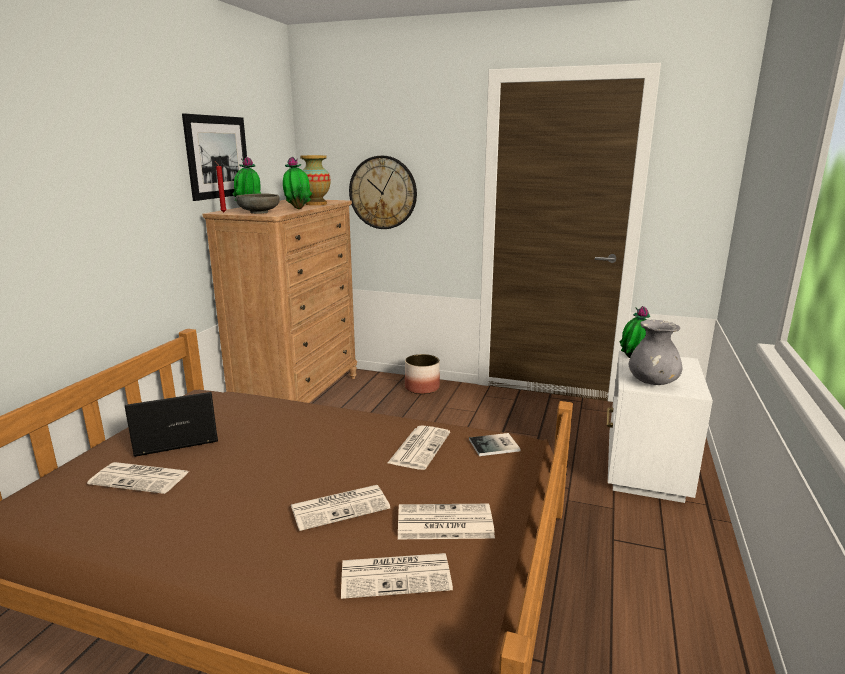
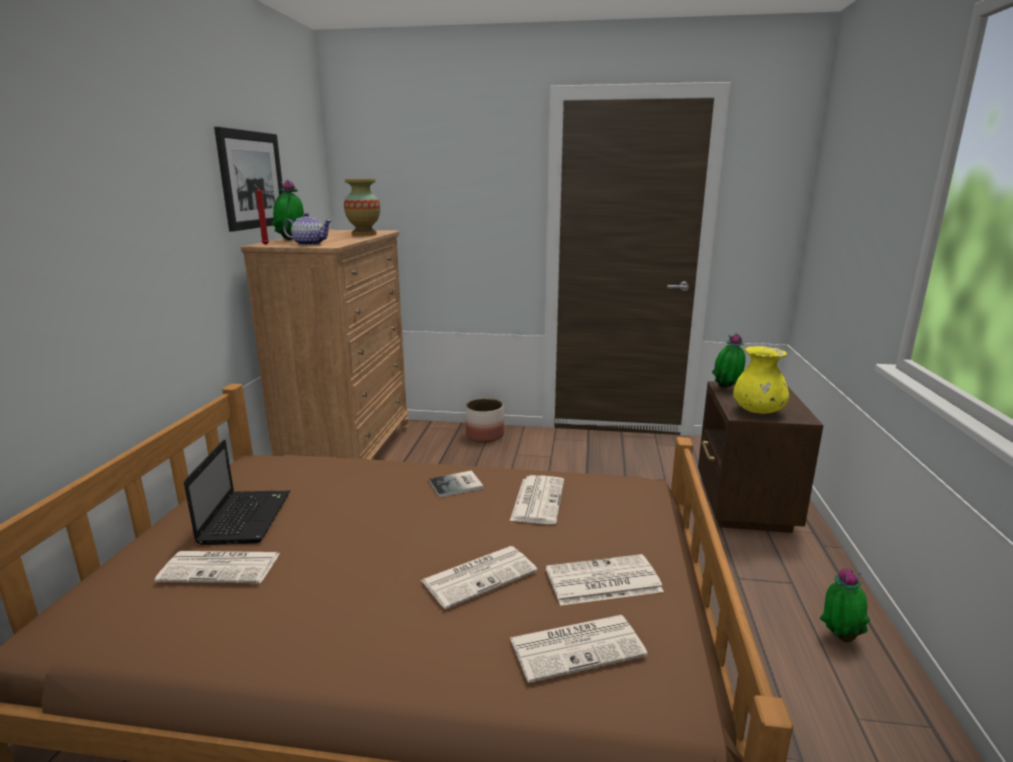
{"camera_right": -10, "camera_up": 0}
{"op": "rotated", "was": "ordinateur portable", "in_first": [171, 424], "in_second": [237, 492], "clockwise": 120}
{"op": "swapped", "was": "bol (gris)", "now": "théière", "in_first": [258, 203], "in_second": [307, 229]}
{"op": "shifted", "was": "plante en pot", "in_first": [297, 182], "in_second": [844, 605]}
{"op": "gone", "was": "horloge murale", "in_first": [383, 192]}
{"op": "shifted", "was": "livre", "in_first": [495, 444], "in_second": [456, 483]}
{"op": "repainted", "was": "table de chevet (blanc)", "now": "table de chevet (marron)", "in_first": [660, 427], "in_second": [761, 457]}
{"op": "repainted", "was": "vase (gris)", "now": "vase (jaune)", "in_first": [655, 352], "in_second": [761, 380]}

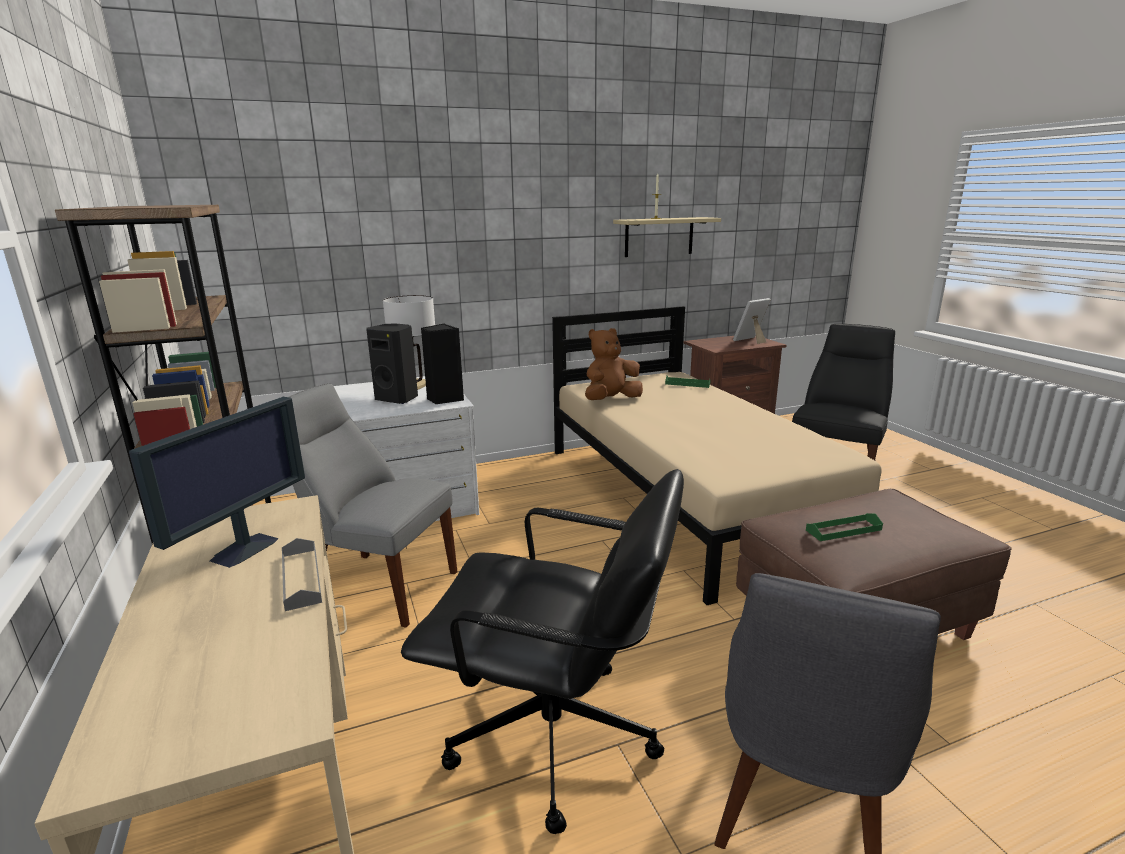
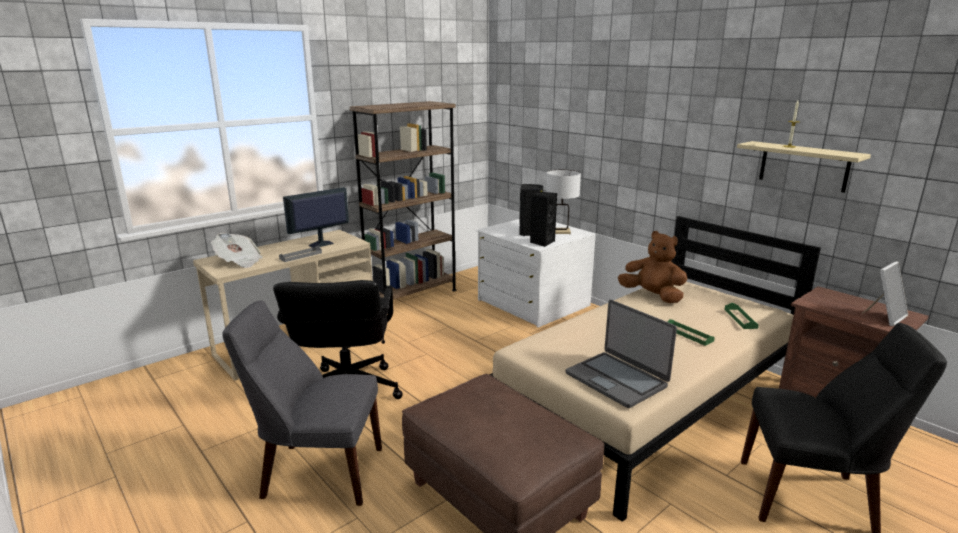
{"camera_right": 70, "camera_up": 0}
{"op": "rotated", "was": "écran d'ordinateur", "in_first": [217, 482], "in_second": [316, 217], "clockwise": 135}
{"op": "gone", "was": "chaise (gris)", "in_first": [373, 505]}
{"op": "rotated", "was": "cadre photo", "in_first": [752, 321], "in_second": [885, 293], "clockwise": 105}
{"op": "shifted", "was": "plateau (vert)", "in_first": [844, 527], "in_second": [691, 332]}
{"op": "new", "now": "journal", "in_second": [237, 250]}
{"op": "new", "now": "ordinateur portable", "in_second": [621, 354]}

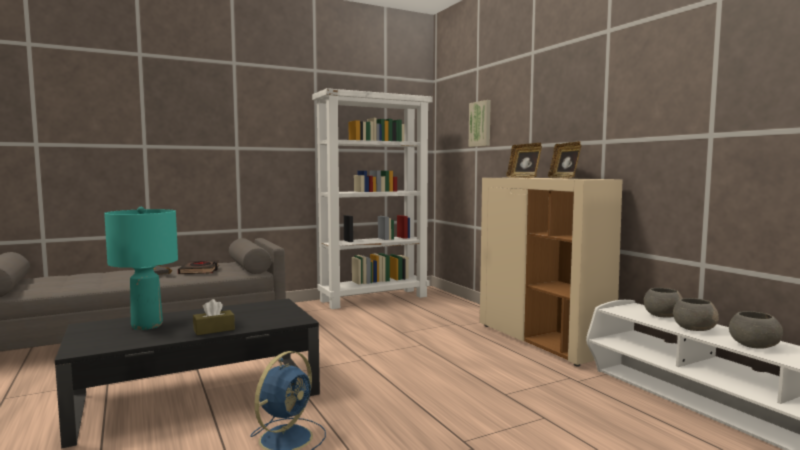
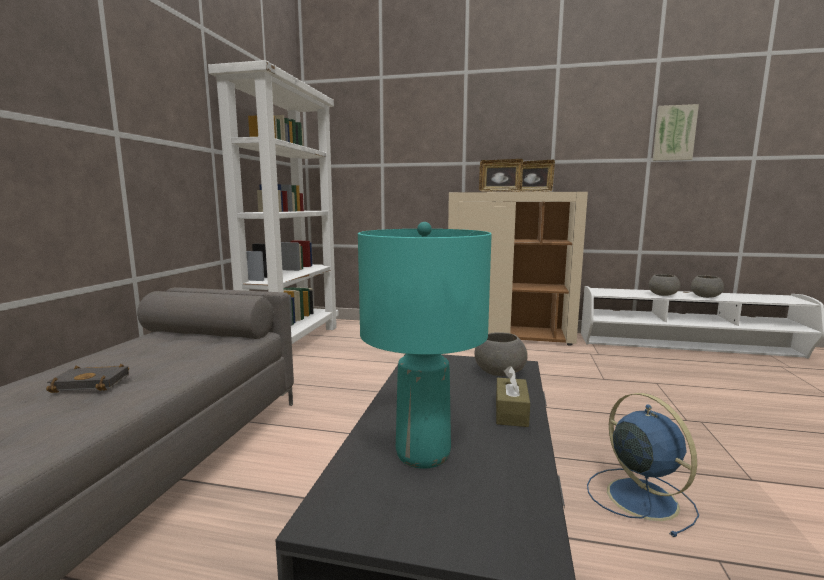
{"camera_right": -50, "camera_up": 5}
{"op": "gone", "was": "livre (noir)", "in_first": [198, 267]}
{"op": "shifted", "was": "tableau", "in_first": [480, 123], "in_second": [675, 132]}
{"op": "shifted", "was": "bol (gris)", "in_first": [663, 302], "in_second": [501, 354]}

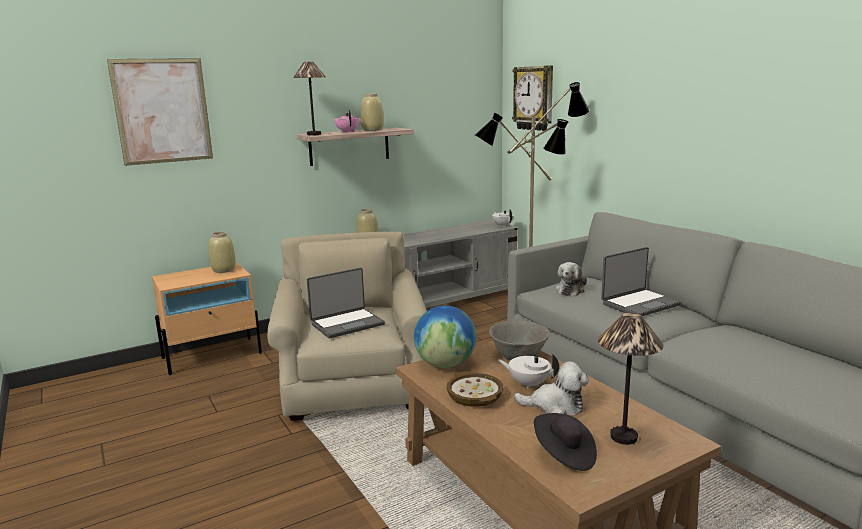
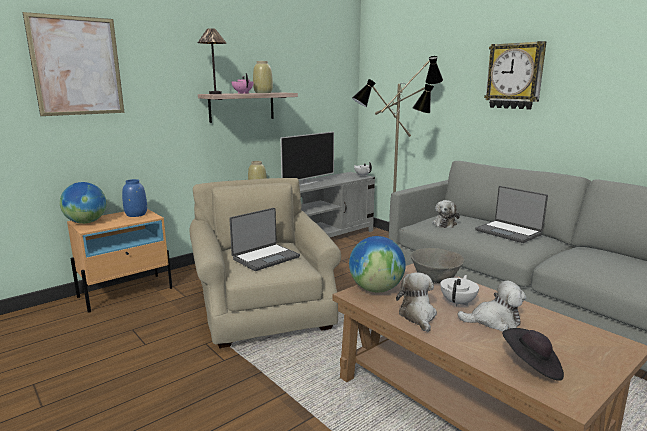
{"camera_right": -10, "camera_up": 0}
{"op": "repainted", "was": "vase (beige)", "now": "vase (bleu)", "in_first": [222, 252], "in_second": [134, 198]}
{"op": "swapped", "was": "bol", "now": "peluche", "in_first": [474, 389], "in_second": [416, 302]}
{"op": "rotated", "was": "théière (blanc)", "in_first": [529, 371], "in_second": [459, 291], "clockwise": 105}
{"op": "shifted", "was": "horloge murale", "in_first": [532, 98], "in_second": [515, 75]}
{"op": "gone", "was": "lampe de table", "in_first": [631, 379]}
{"op": "rotated", "was": "ordinateur portable", "in_first": [641, 281], "in_second": [511, 214], "clockwise": 90}
{"op": "new", "now": "globe", "in_second": [83, 203]}
{"op": "new", "now": "téléviseur", "in_second": [307, 159]}

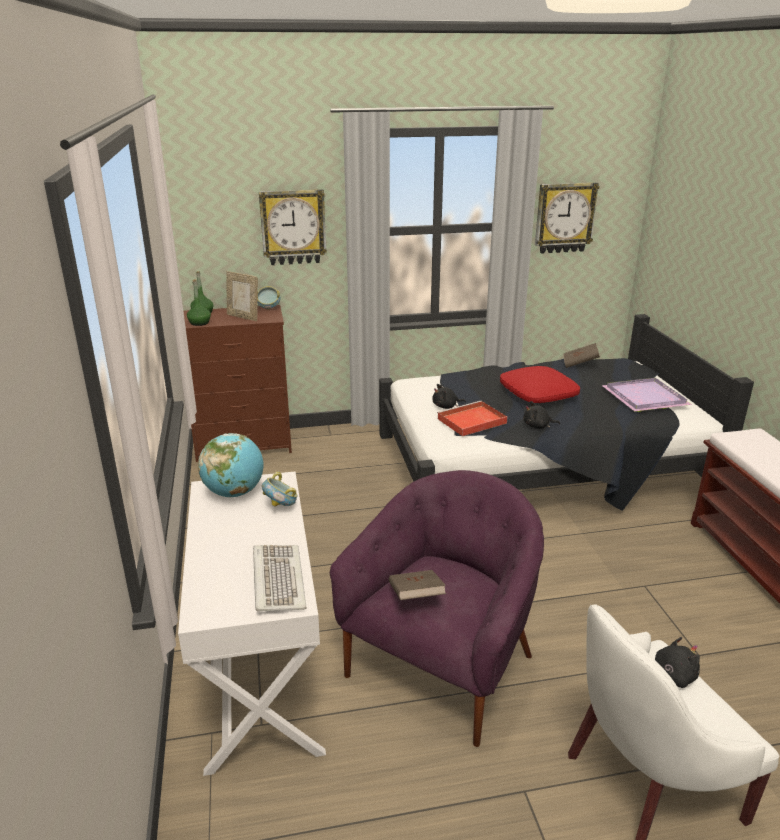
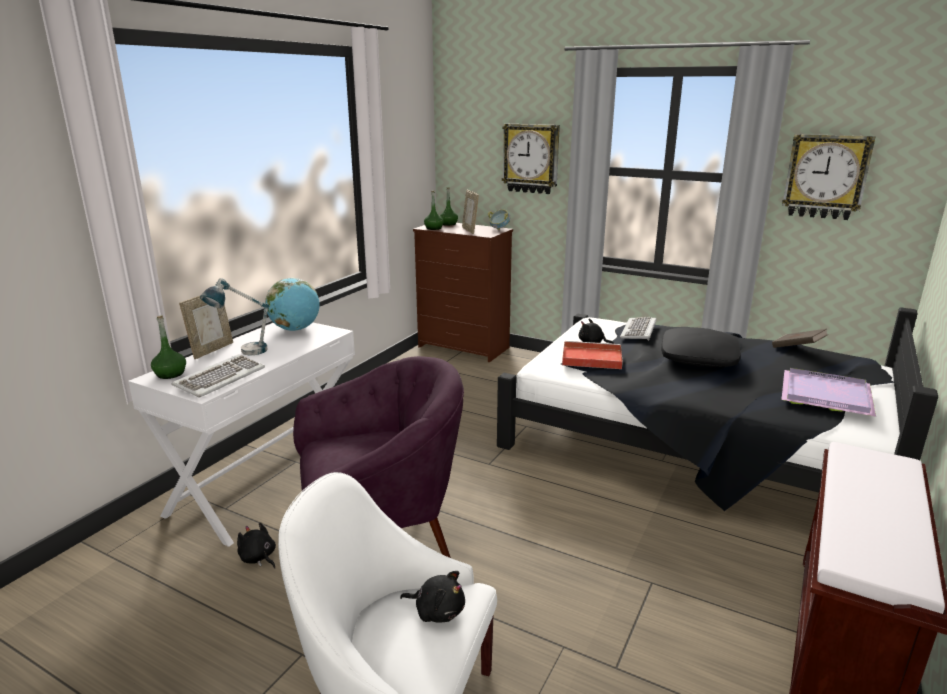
{"camera_right": 40, "camera_up": -5}
{"op": "gone", "was": "bol", "in_first": [280, 489]}
{"op": "gone", "was": "livre (marron)", "in_first": [417, 585]}
{"op": "repainted", "was": "coussin (rouge)", "now": "coussin (noir)", "in_first": [540, 384], "in_second": [701, 347]}
{"op": "shifted", "was": "peluche (noir)", "in_first": [542, 415], "in_second": [256, 545]}
{"op": "new", "now": "bouteille (vert)", "in_second": [168, 347]}
{"op": "new", "now": "cadre photo", "in_second": [206, 327]}
{"op": "new", "now": "lampe de table", "in_second": [234, 316]}
{"op": "new", "now": "clavier", "in_second": [638, 329]}

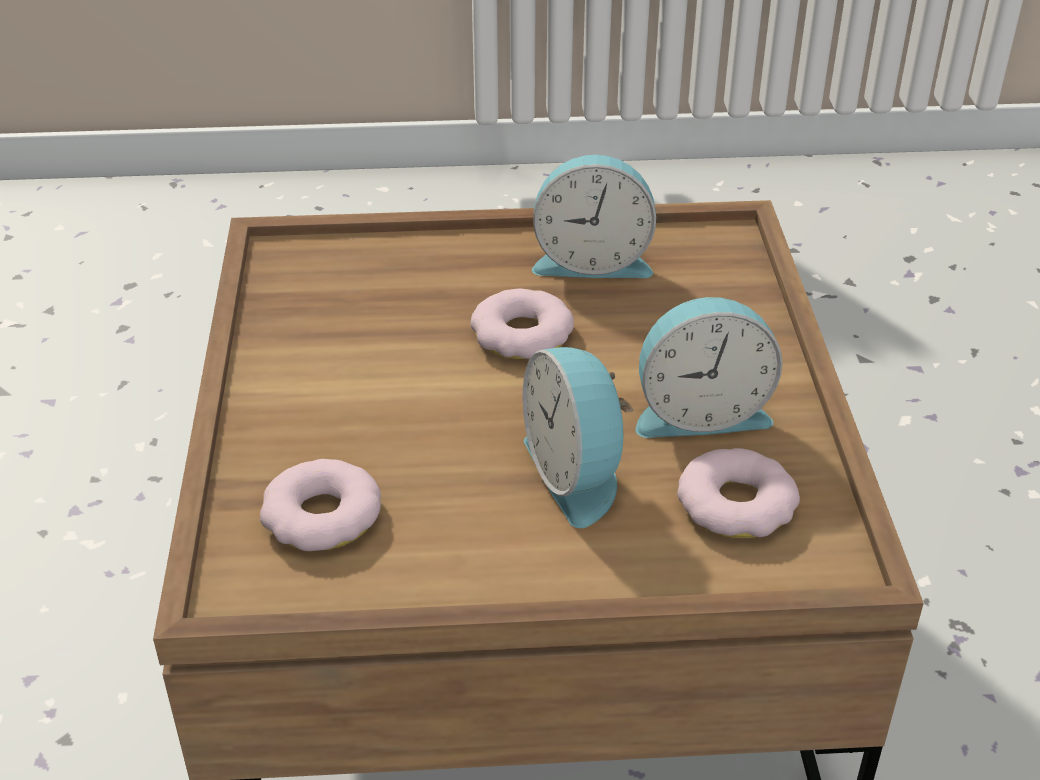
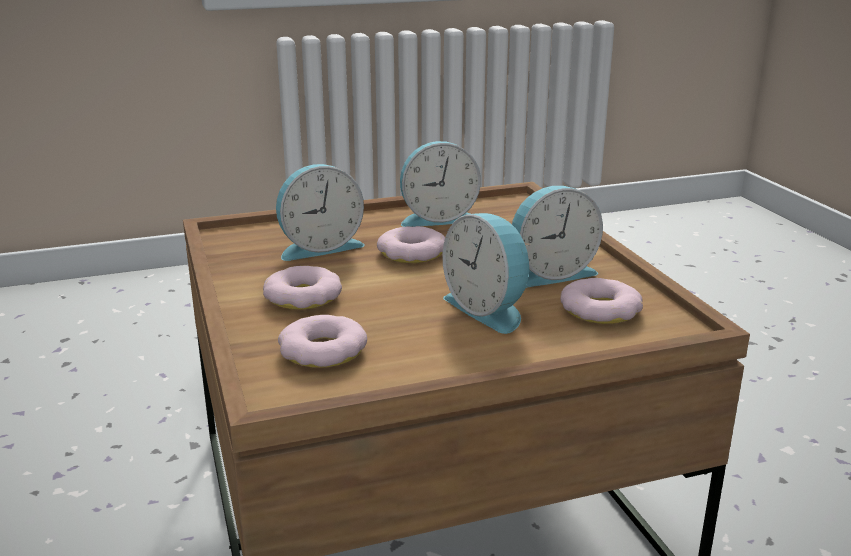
{"camera_right": -15, "camera_up": -15}
{"op": "new", "now": "beignet", "in_second": [302, 288]}
{"op": "new", "now": "réveil", "in_second": [320, 212]}

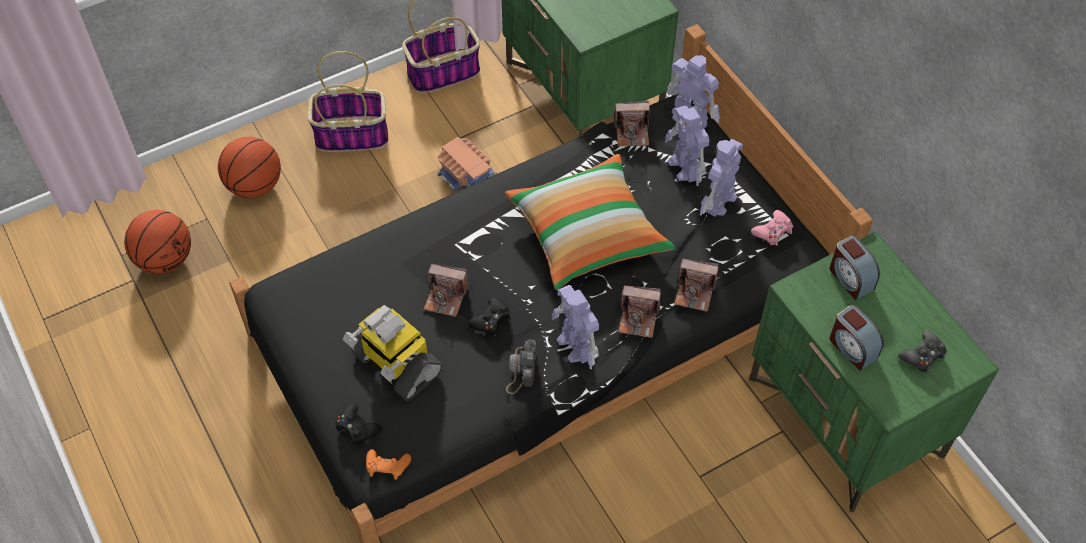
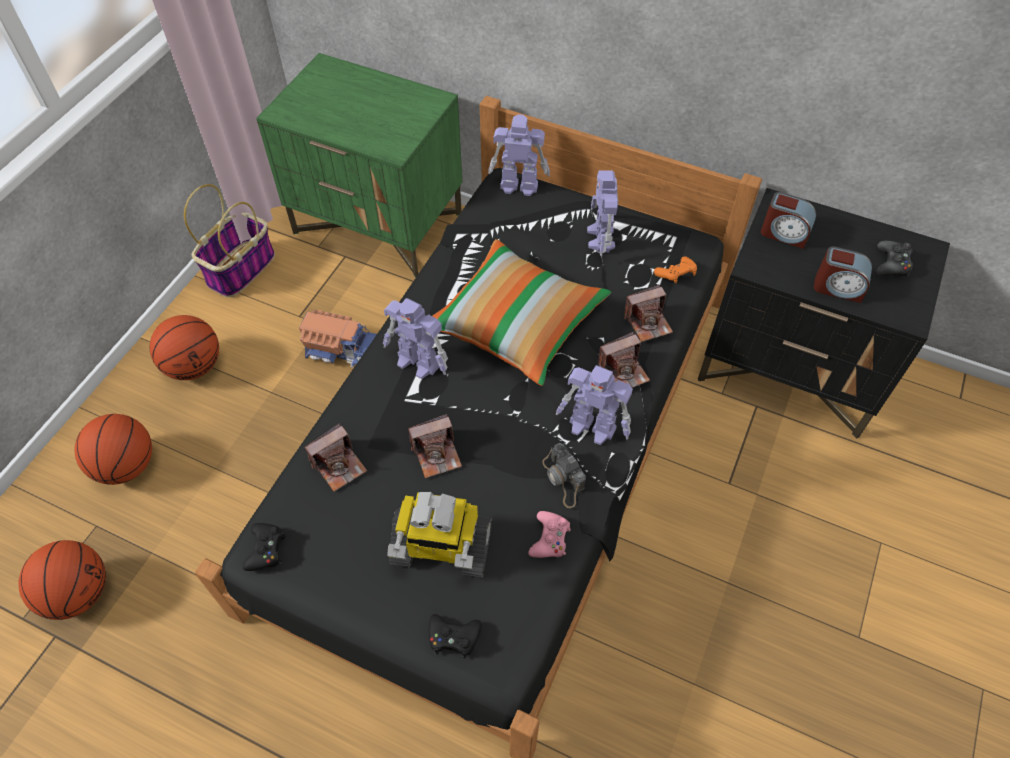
{"camera_right": -35, "camera_up": 0}
{"op": "swapped", "was": "panier", "now": "ballon de basket", "in_first": [348, 101], "in_second": [184, 347]}
{"op": "shifted", "was": "manette (orange)", "in_first": [388, 464], "in_second": [675, 269]}
{"op": "shifted", "was": "manette (noir)", "in_first": [489, 316], "in_second": [264, 547]}
{"op": "shifted", "was": "appareil photo", "in_first": [631, 123], "in_second": [336, 457]}
{"op": "shifted", "was": "robot jouet", "in_first": [687, 146], "in_second": [415, 338]}
{"op": "repainted", "was": "table de chevet (vert)", "now": "table de chevet (noir)", "in_first": [874, 371], "in_second": [824, 313]}
{"op": "shifted", "was": "manette (rose)", "in_first": [772, 228], "in_second": [549, 534]}

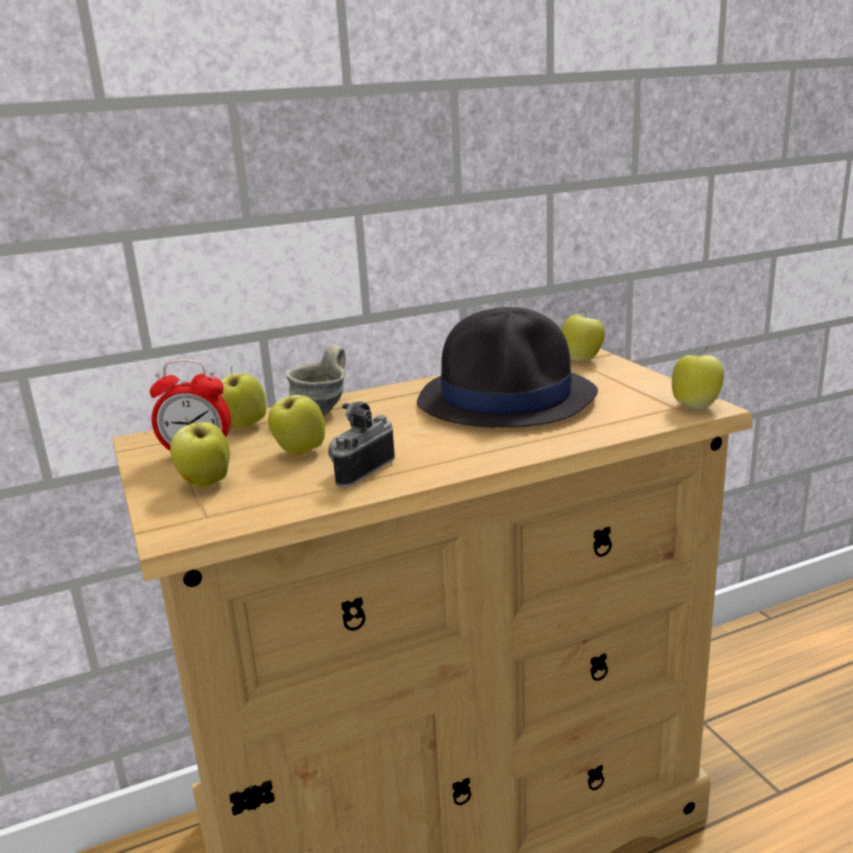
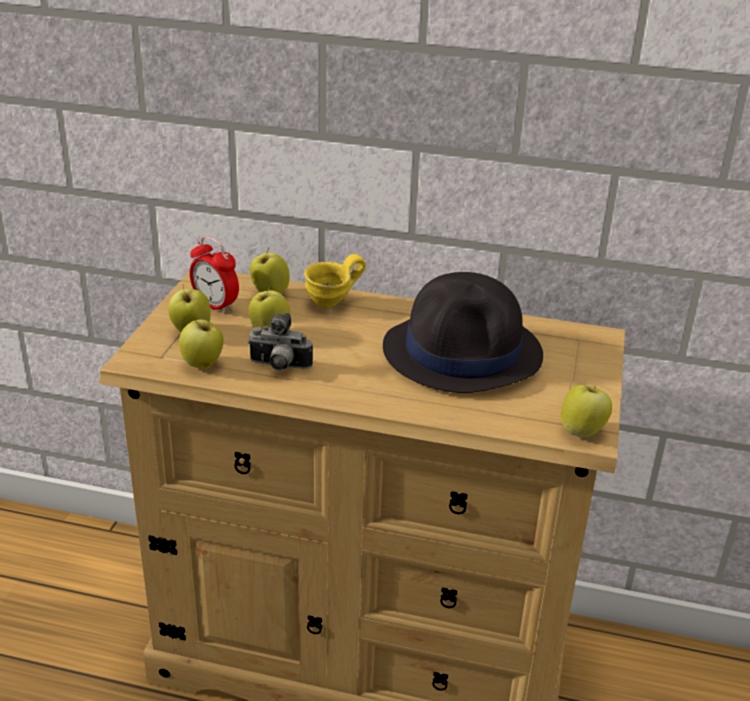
{"camera_right": 35, "camera_up": 10}
{"op": "repainted", "was": "mug (gris)", "now": "mug (jaune)", "in_first": [315, 380], "in_second": [335, 281]}
{"op": "rotated", "was": "appareil photo", "in_first": [361, 444], "in_second": [280, 342], "clockwise": -150}
{"op": "shifted", "was": "pomme", "in_first": [583, 335], "in_second": [201, 344]}

